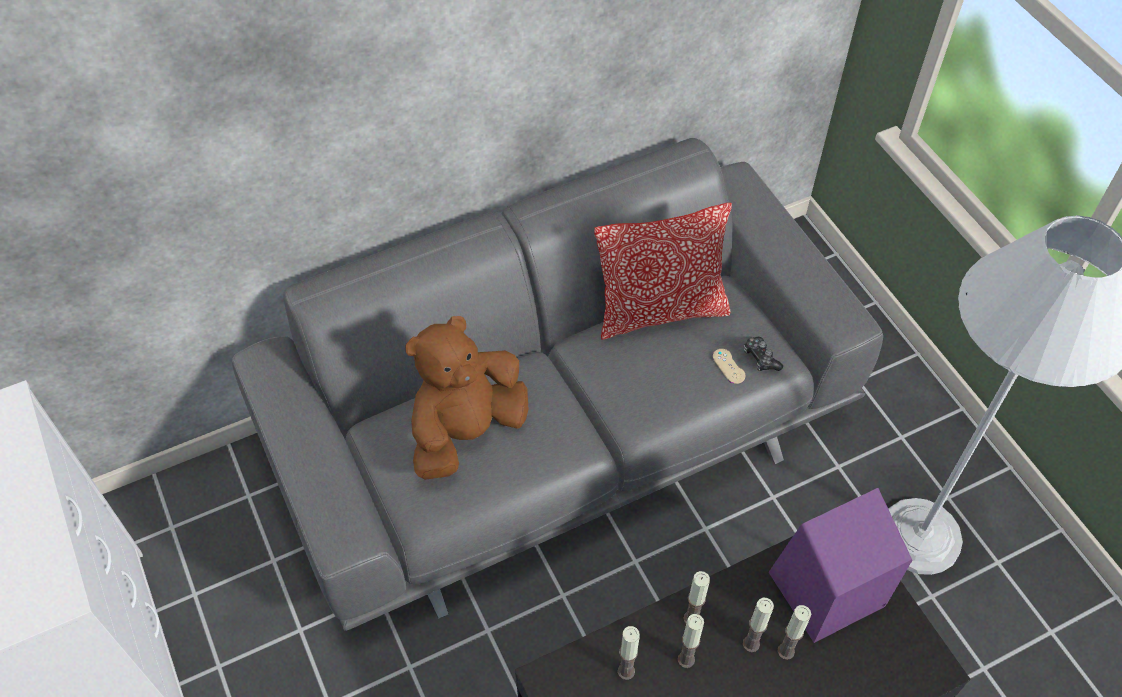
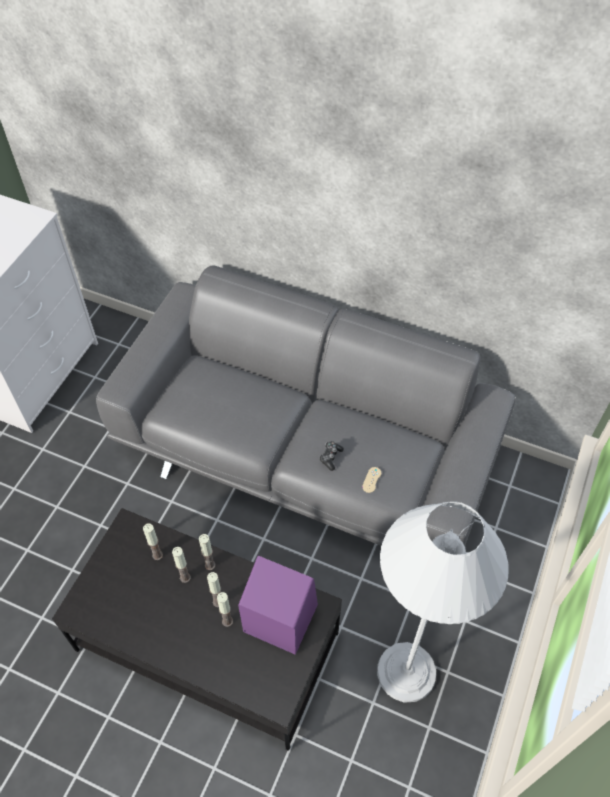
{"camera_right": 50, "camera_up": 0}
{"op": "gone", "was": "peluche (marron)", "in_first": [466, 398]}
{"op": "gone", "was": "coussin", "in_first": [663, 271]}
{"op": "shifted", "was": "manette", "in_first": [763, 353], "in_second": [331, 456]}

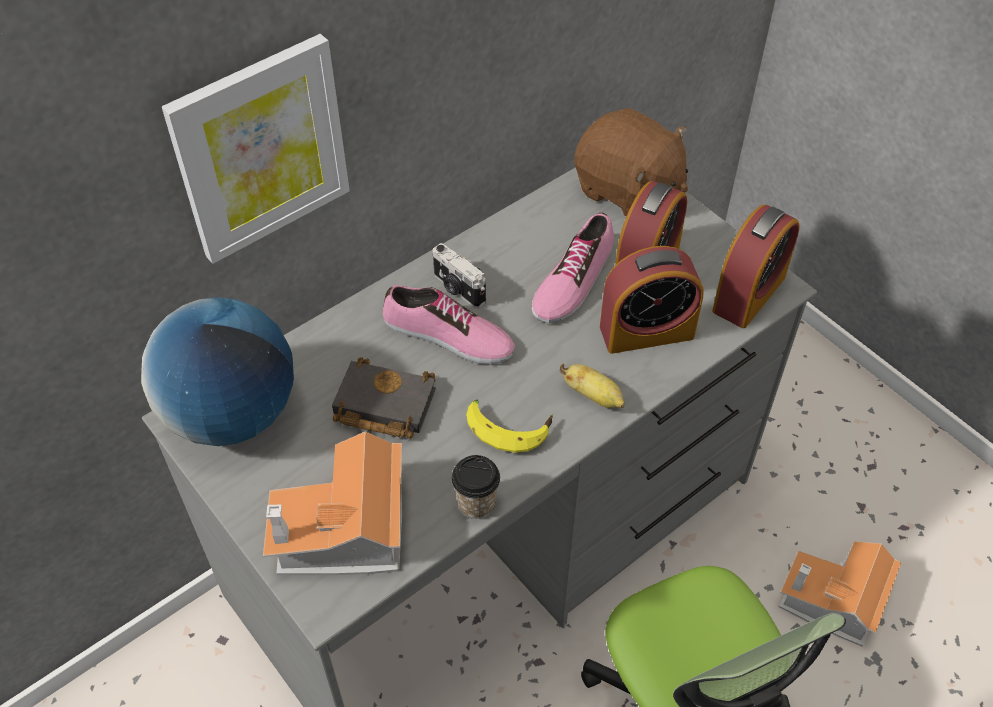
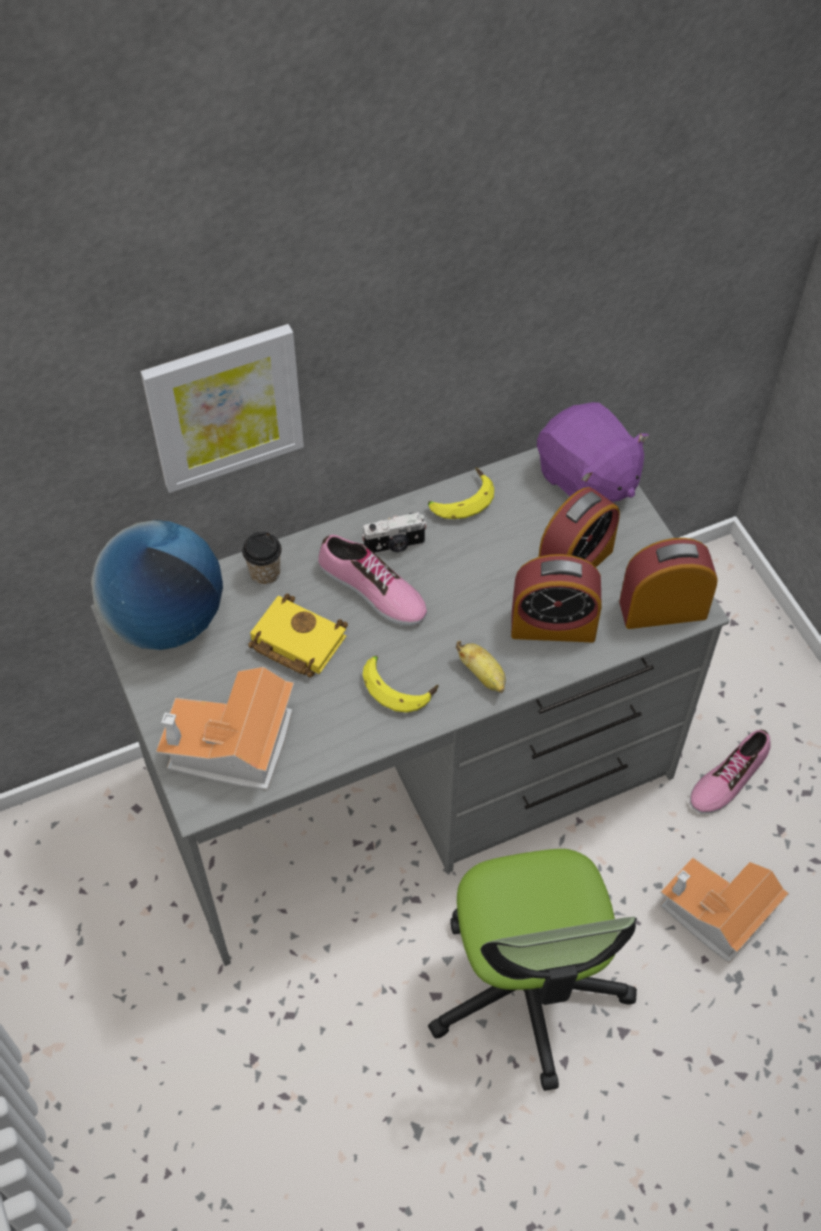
{"camera_right": 15, "camera_up": 5}
{"op": "repainted", "was": "livre (noir)", "now": "livre (jaune)", "in_first": [384, 398], "in_second": [298, 635]}
{"op": "rotated", "was": "appareil photo", "in_first": [459, 275], "in_second": [394, 533], "clockwise": -75}
{"op": "shifted", "was": "tasse", "in_first": [476, 487], "in_second": [262, 558]}
{"op": "shifted", "was": "chaussure", "in_first": [573, 268], "in_second": [730, 772]}
{"op": "repainted", "was": "peluche (marron)", "now": "peluche (violet)", "in_first": [631, 162], "in_second": [593, 452]}
{"op": "rotated", "was": "réveil", "in_first": [756, 266], "in_second": [668, 583], "clockwise": -150}
{"op": "new", "now": "banane", "in_second": [461, 493]}

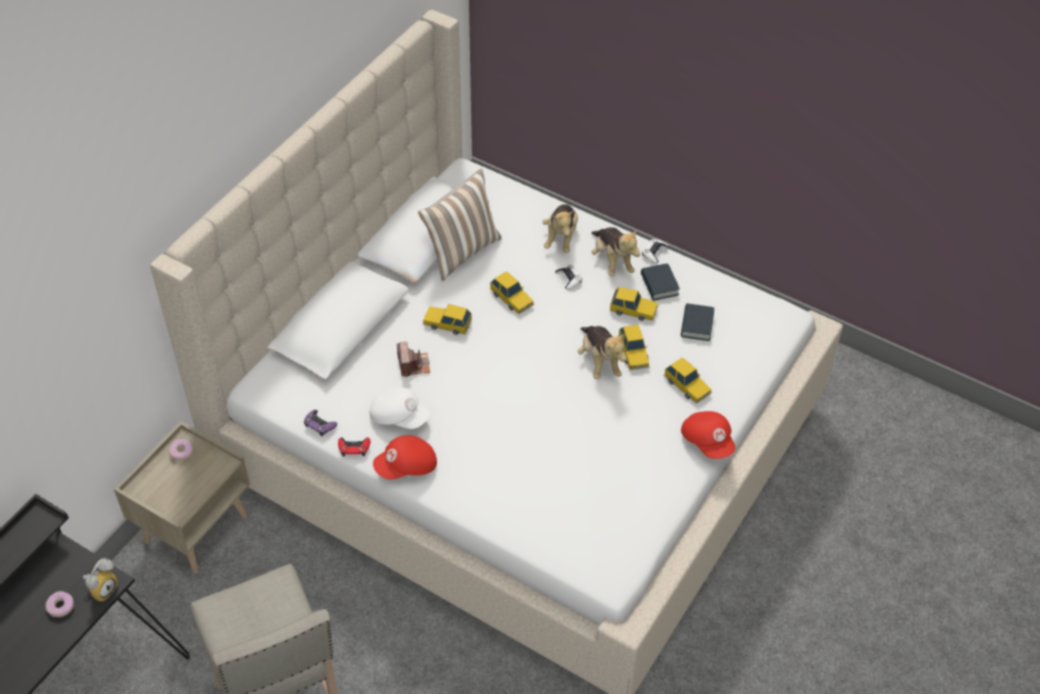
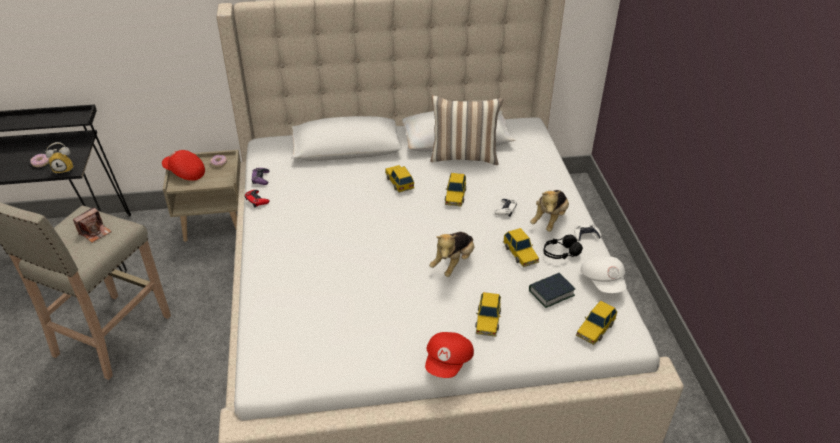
{"camera_right": 50, "camera_up": -10}
{"op": "shifted", "was": "casquette (blanc)", "in_first": [400, 408], "in_second": [603, 274]}
{"op": "shifted", "was": "casquette (rouge)", "in_first": [405, 457], "in_second": [183, 165]}
{"op": "shifted", "was": "appareil photo", "in_first": [413, 359], "in_second": [92, 225]}
{"op": "gone", "was": "peluche", "in_first": [560, 228]}
{"op": "shifted", "was": "petite voiture", "in_first": [633, 347], "in_second": [596, 322]}
{"op": "swapped", "was": "livre", "now": "casque audio (noir)", "in_first": [660, 282], "in_second": [563, 247]}

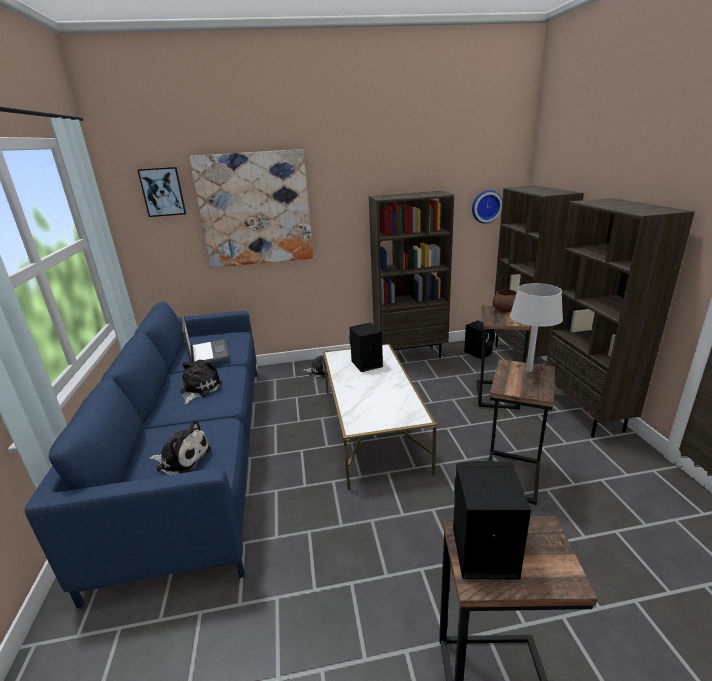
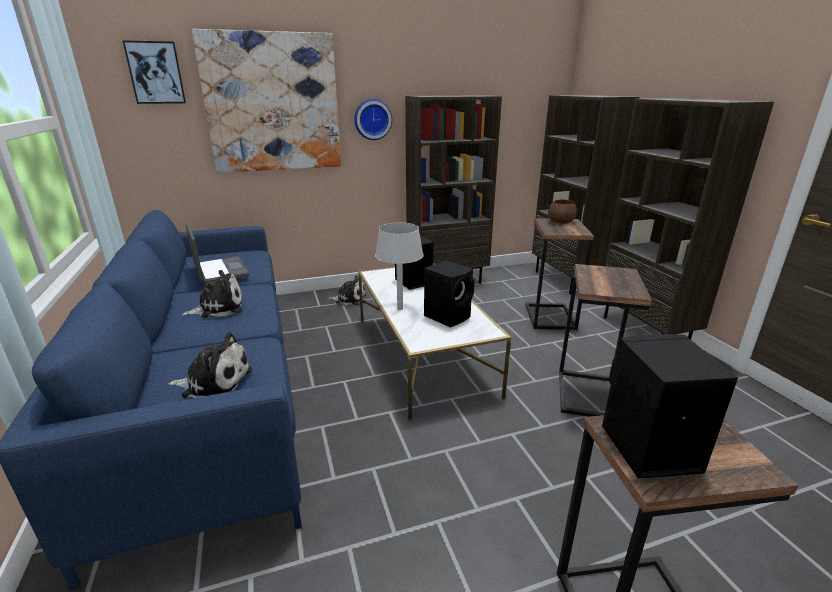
{"camera_right": -10, "camera_up": 0}
{"op": "rotated", "was": "peluche", "in_first": [201, 382], "in_second": [211, 294], "clockwise": 60}
{"op": "shifted", "was": "enceinte (noir)", "in_first": [479, 339], "in_second": [449, 293]}
{"op": "shifted", "was": "horloge murale", "in_first": [487, 207], "in_second": [373, 119]}
{"op": "shifted", "was": "lampe de table (gris)", "in_first": [536, 327], "in_second": [399, 266]}

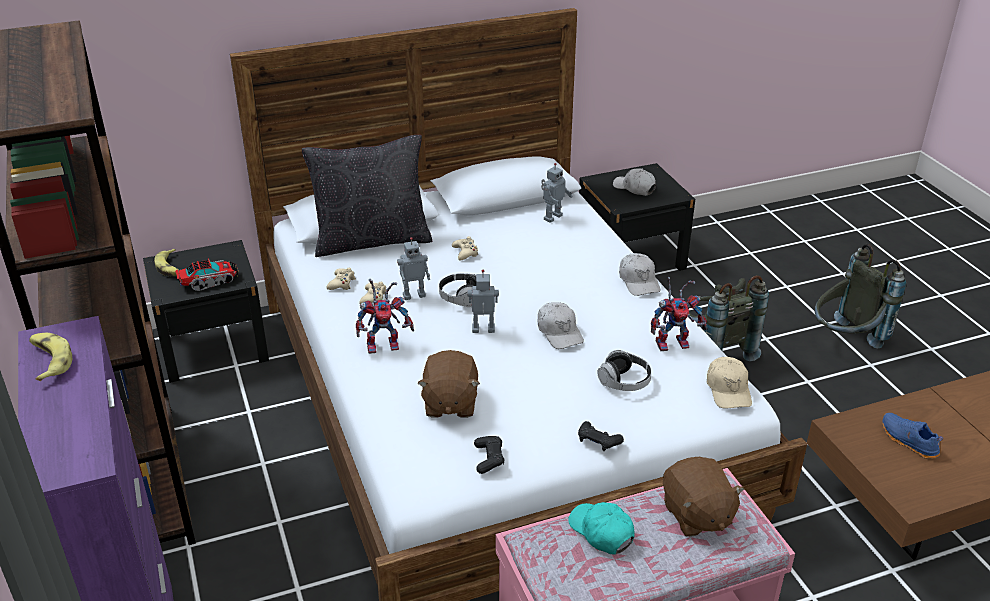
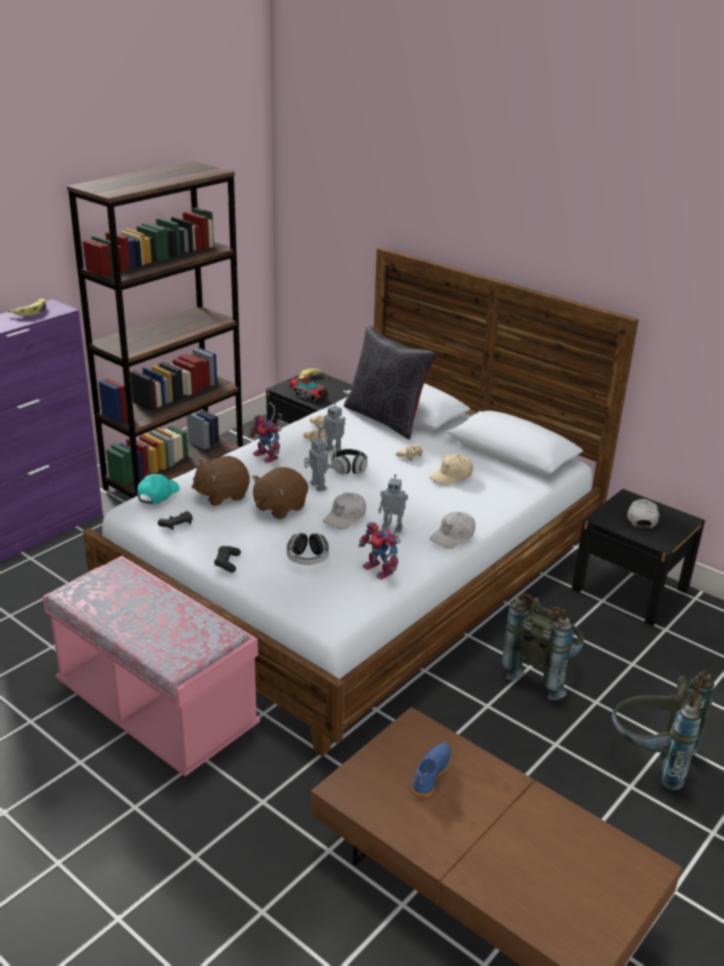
{"camera_right": 60, "camera_up": -5}
{"op": "shifted", "was": "robot jouet", "in_first": [557, 193], "in_second": [393, 503]}
{"op": "shifted", "was": "casquette (turquoise)", "in_first": [601, 528], "in_second": [158, 489]}
{"op": "shifted", "was": "peluche (marron)", "in_first": [703, 497], "in_second": [280, 493]}
{"op": "shifted", "was": "casquette (beige)", "in_first": [729, 382], "in_second": [451, 470]}

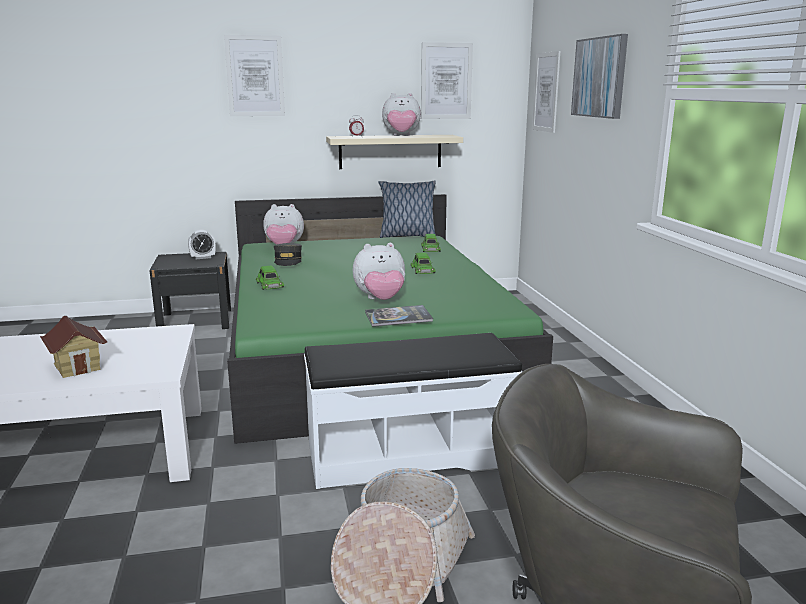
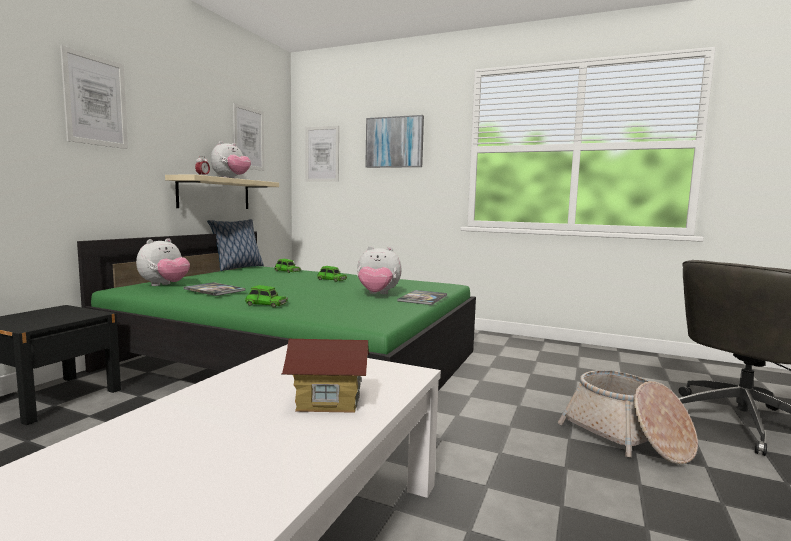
{"camera_right": -55, "camera_up": -10}
{"op": "gone", "was": "réveil", "in_first": [202, 244]}
{"op": "swapped", "was": "casquette (gris)", "now": "livre", "in_first": [288, 254], "in_second": [214, 289]}
{"op": "gone", "was": "banc (blanc)", "in_first": [413, 411]}
{"op": "rotated", "was": "peluche", "in_first": [379, 271], "in_second": [379, 270], "clockwise": 75}

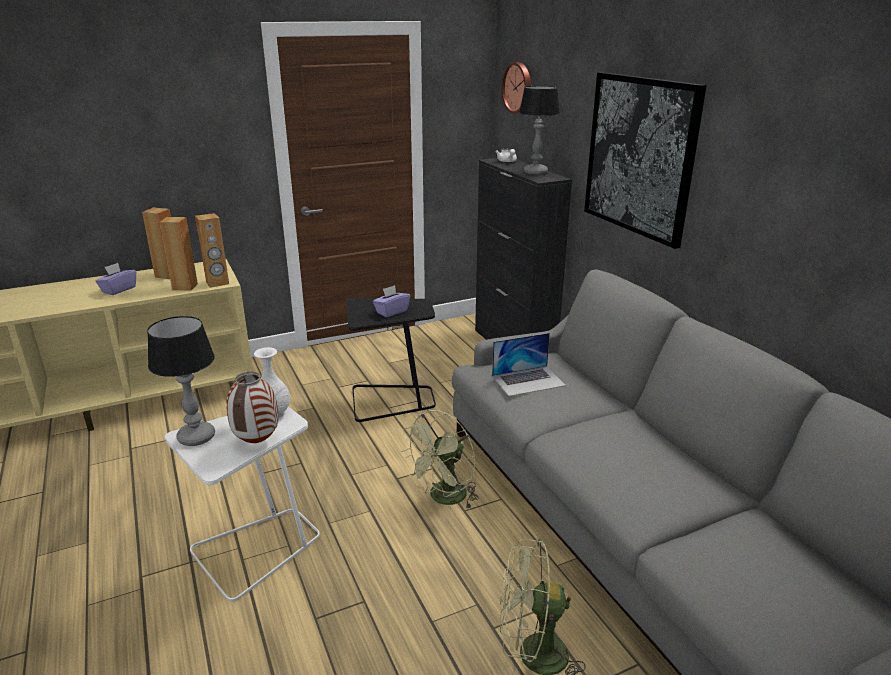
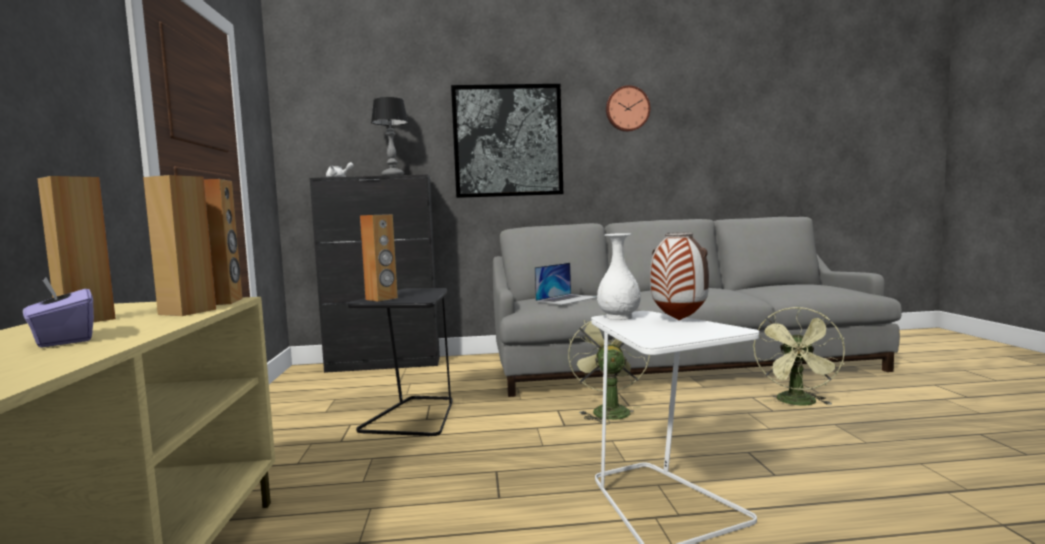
{"camera_right": -70, "camera_up": -20}
{"op": "gone", "was": "lampe de table", "in_first": [181, 381]}
{"op": "gone", "was": "boîte à mouchoirs (violet)", "in_first": [391, 301]}
{"op": "rotated", "was": "ventilateur (vert)", "in_first": [439, 459], "in_second": [609, 372], "clockwise": -150}
{"op": "rotated", "was": "ordinateur portable", "in_first": [529, 364], "in_second": [565, 284], "clockwise": 45}
{"op": "shifted", "was": "horloge murale", "in_first": [516, 88], "in_second": [628, 108]}
{"op": "new", "now": "enceinte (marron)", "in_second": [379, 257]}

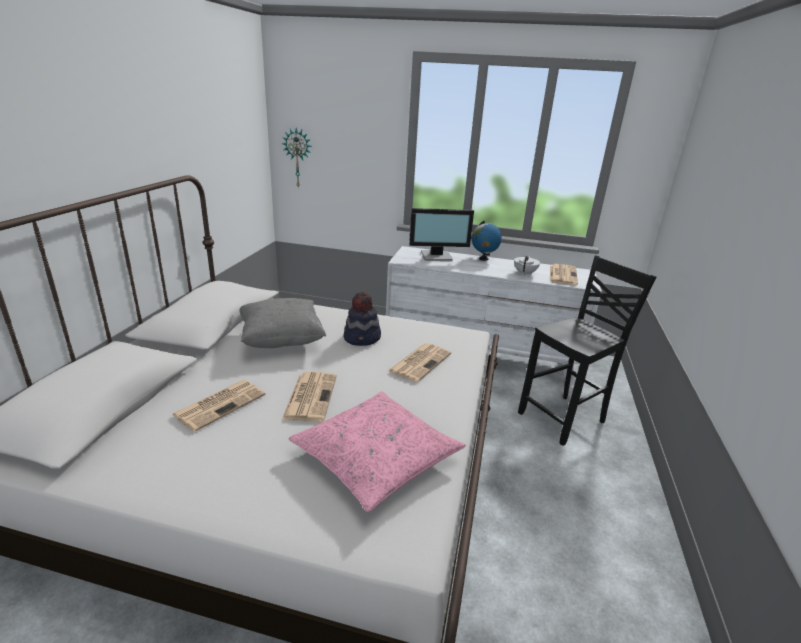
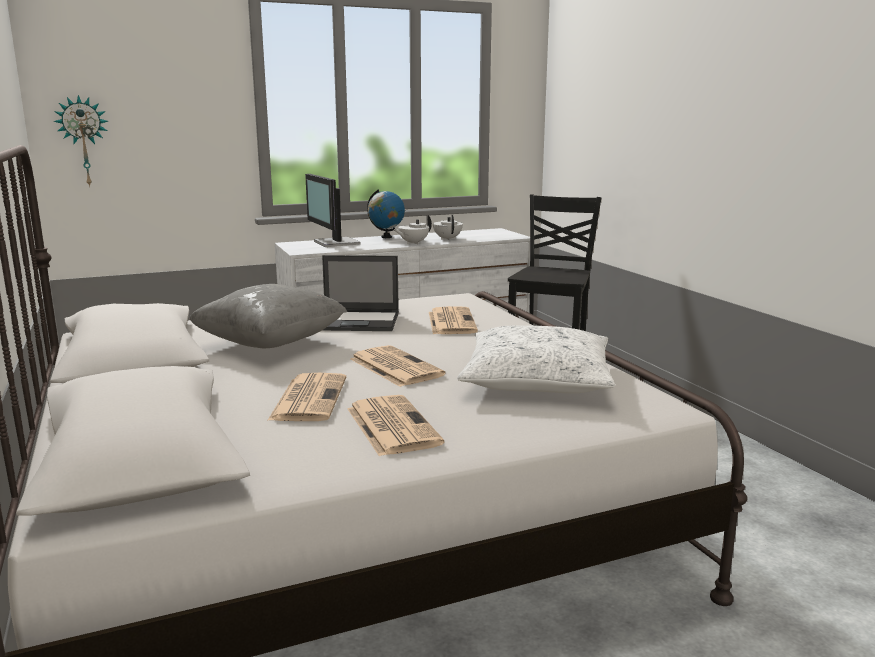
{"camera_right": -35, "camera_up": -10}
{"op": "repainted", "was": "coussin (rose)", "now": "coussin (blanc)", "in_first": [377, 451], "in_second": [536, 359]}
{"op": "swapped", "was": "chapeau", "now": "ordinateur portable", "in_first": [362, 319], "in_second": [360, 293]}
{"op": "rotated", "was": "écran d'ordinateur", "in_first": [441, 234], "in_second": [333, 210], "clockwise": 105}
{"op": "shifted", "was": "journal", "in_first": [564, 274], "in_second": [396, 425]}
{"op": "new", "now": "théière (blanc)", "in_second": [412, 229]}

